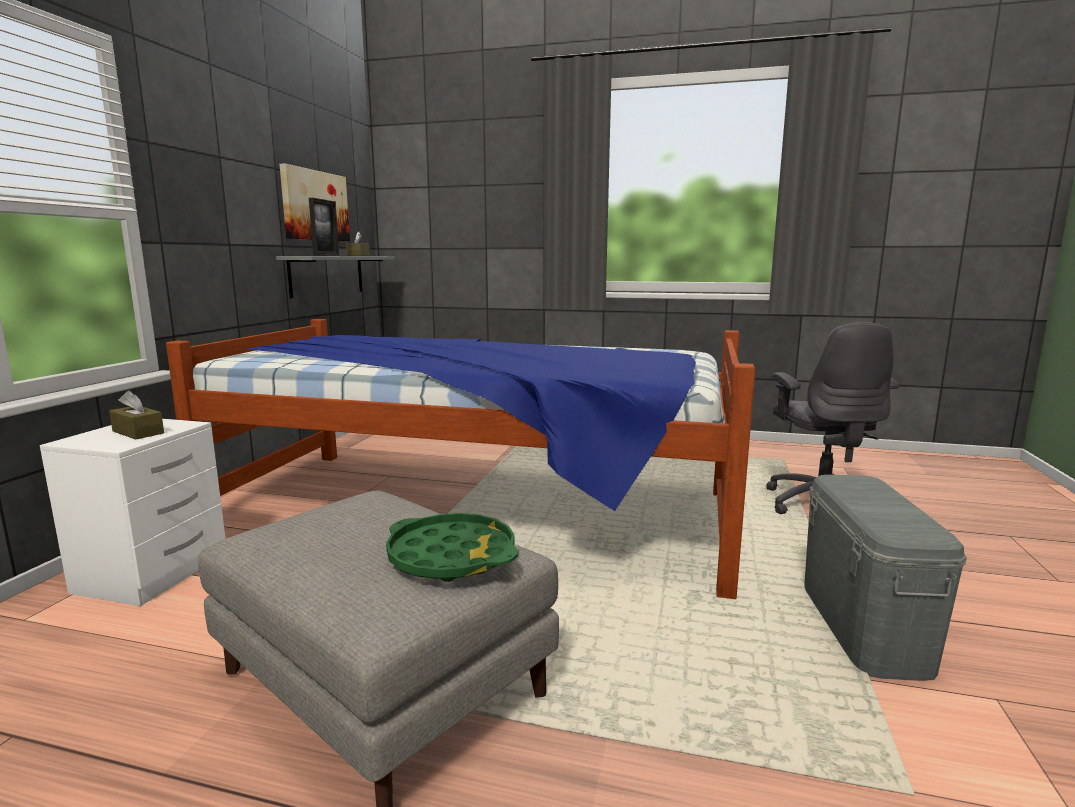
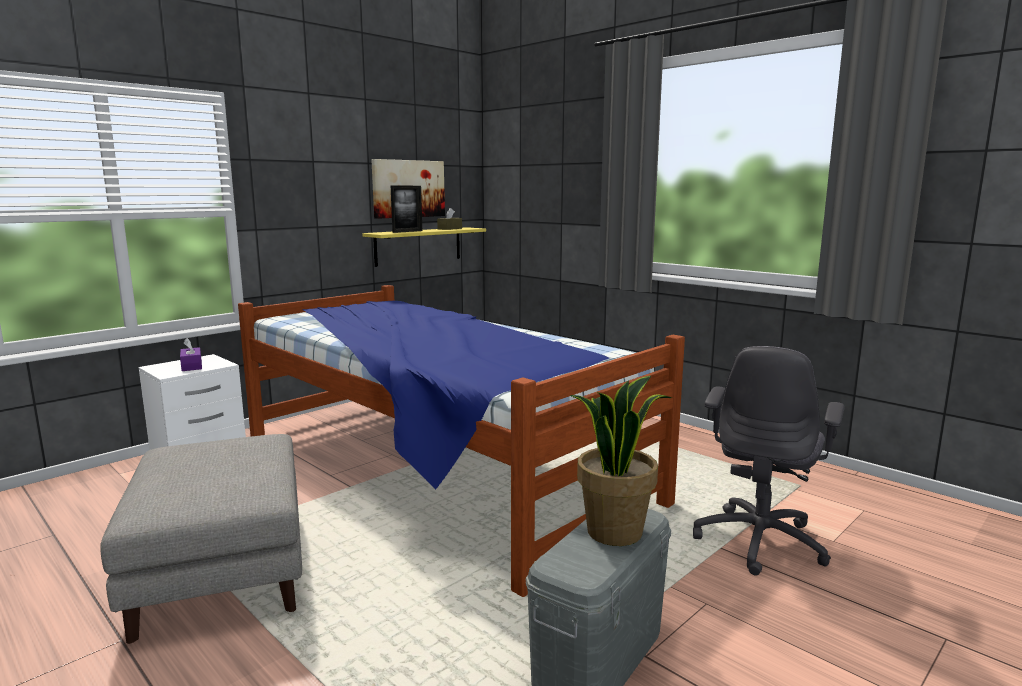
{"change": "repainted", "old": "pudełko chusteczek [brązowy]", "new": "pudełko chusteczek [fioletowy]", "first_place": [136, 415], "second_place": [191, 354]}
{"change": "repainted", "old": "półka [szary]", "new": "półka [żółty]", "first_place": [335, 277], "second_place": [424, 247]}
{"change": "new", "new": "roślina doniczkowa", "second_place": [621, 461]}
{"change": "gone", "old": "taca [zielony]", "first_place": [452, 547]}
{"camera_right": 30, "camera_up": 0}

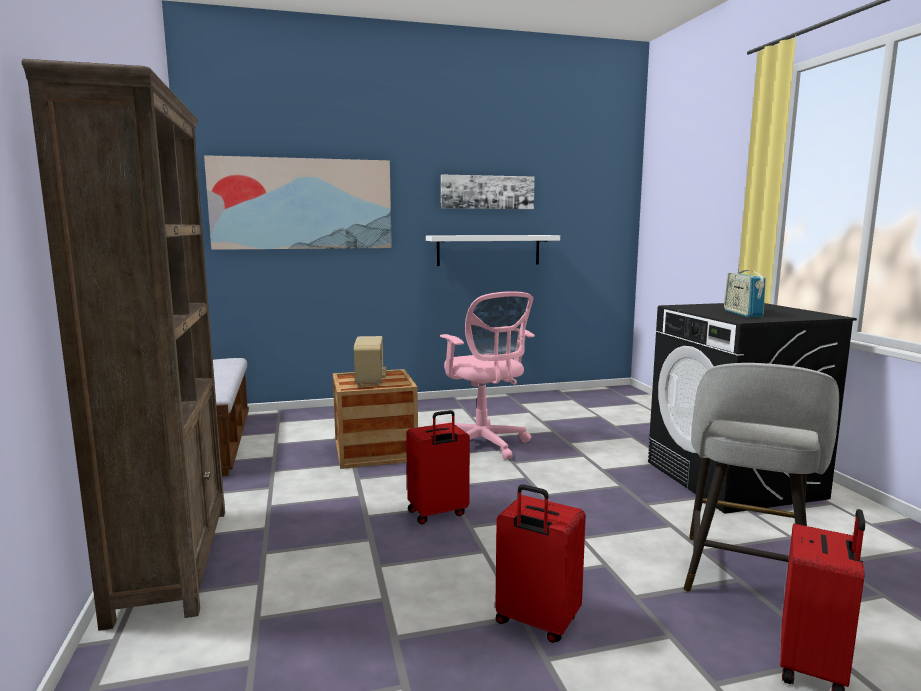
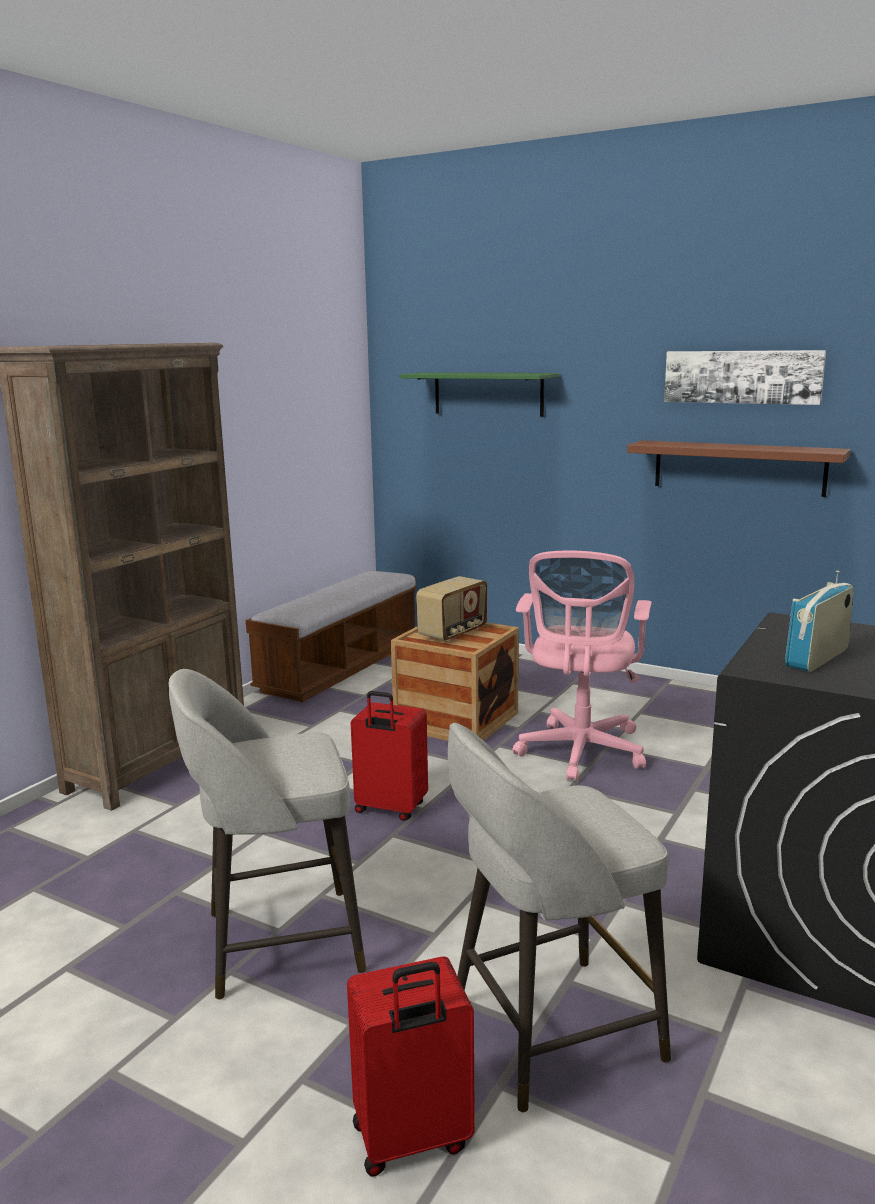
{"change": "swapped", "old": "walizka [czerwony]", "new": "stołek [szary]", "first_place": [540, 563], "second_place": [267, 834]}
{"change": "swapped", "old": "obraz", "new": "półka [zielony]", "first_place": [298, 202], "second_place": [479, 394]}
{"change": "repainted", "old": "półka [biały]", "new": "półka [brązowy]", "first_place": [493, 250], "second_place": [739, 468]}
{"camera_right": 45, "camera_up": 5}

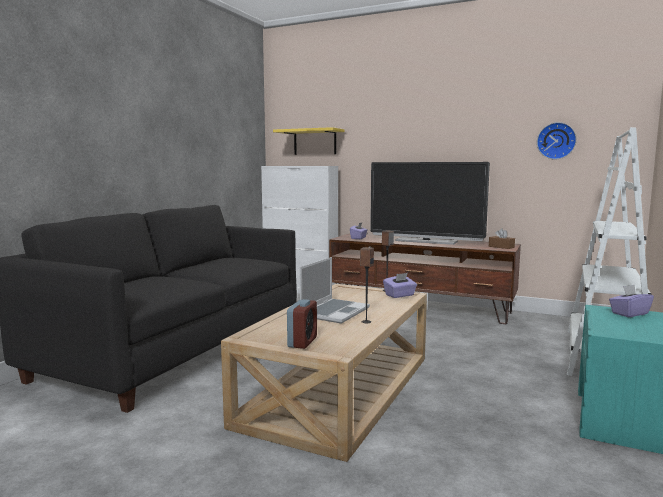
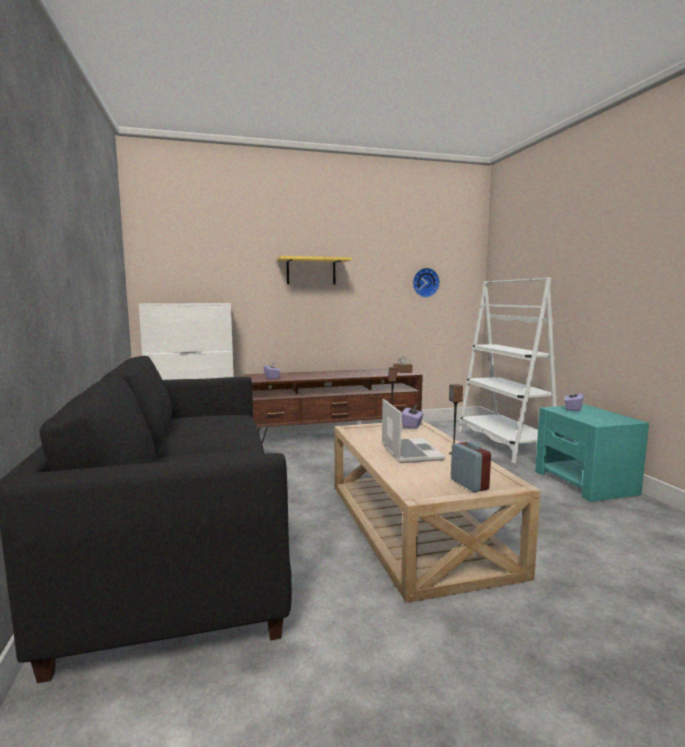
{"change": "shifted", "old": "półka [żółty]", "first_place": [309, 141], "second_place": [314, 270]}
{"change": "gone", "old": "telewizor", "first_place": [430, 203]}
{"camera_right": -40, "camera_up": 0}

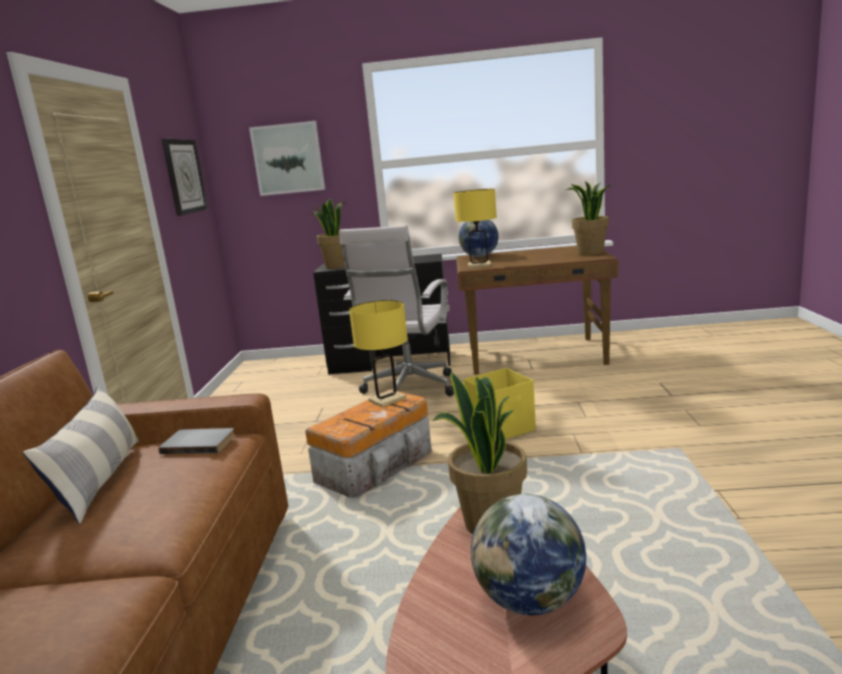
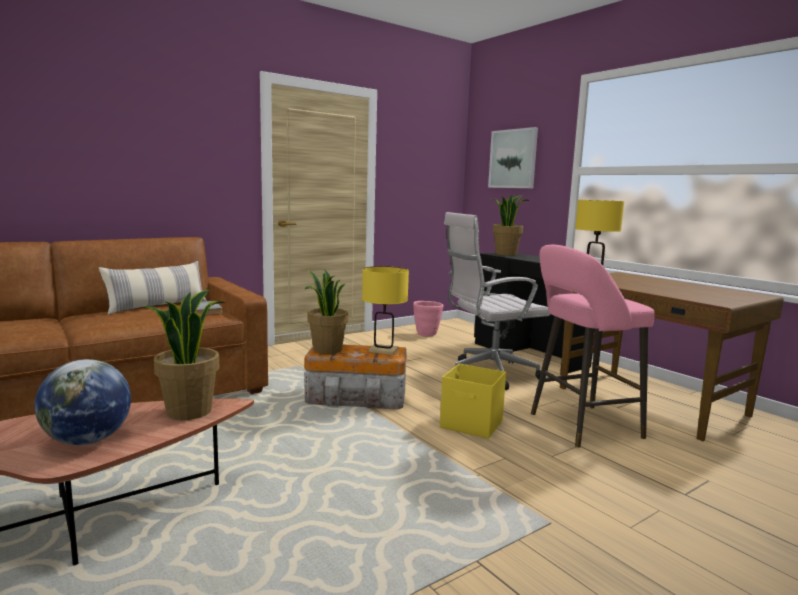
{"change": "shifted", "old": "roślina doniczkowa", "first_place": [589, 218], "second_place": [326, 311]}
{"change": "new", "new": "donica [różowy]", "second_place": [428, 319]}
{"change": "new", "new": "stołek [różowy]", "second_place": [593, 346]}
{"change": "gone", "old": "zegar ścienny", "first_place": [184, 177]}
{"change": "gone", "old": "globus", "first_place": [479, 238]}
{"camera_right": 50, "camera_up": -5}

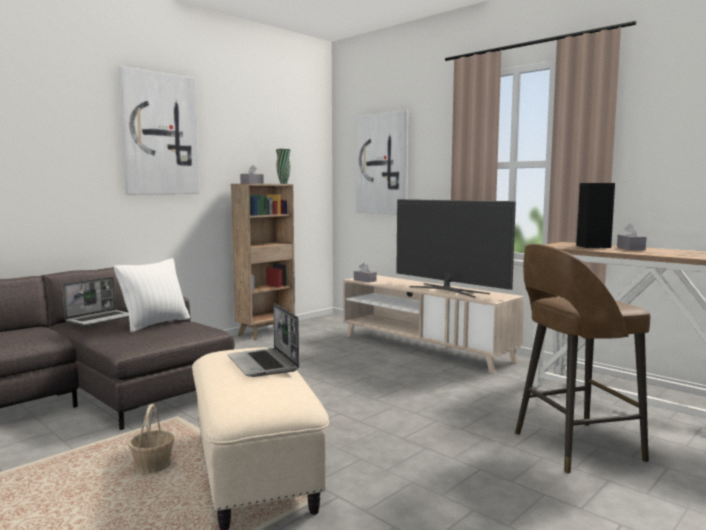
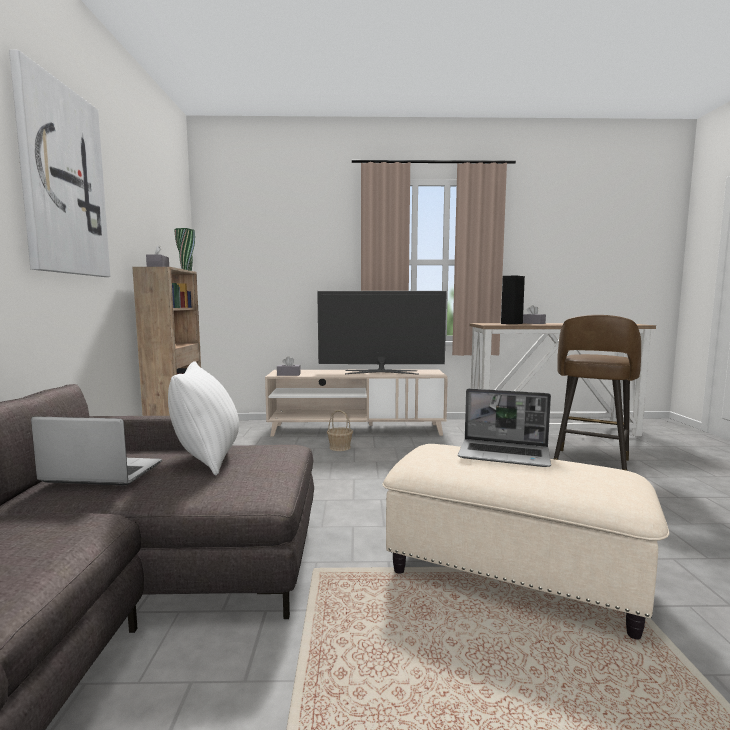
{"change": "rotated", "old": "laptop", "first_place": [95, 301], "second_place": [96, 450], "degrees": -75}
{"change": "shifted", "old": "koszyk", "first_place": [151, 439], "second_place": [340, 430]}
{"change": "gone", "old": "obraz", "first_place": [382, 162]}
{"camera_right": -45, "camera_up": 0}

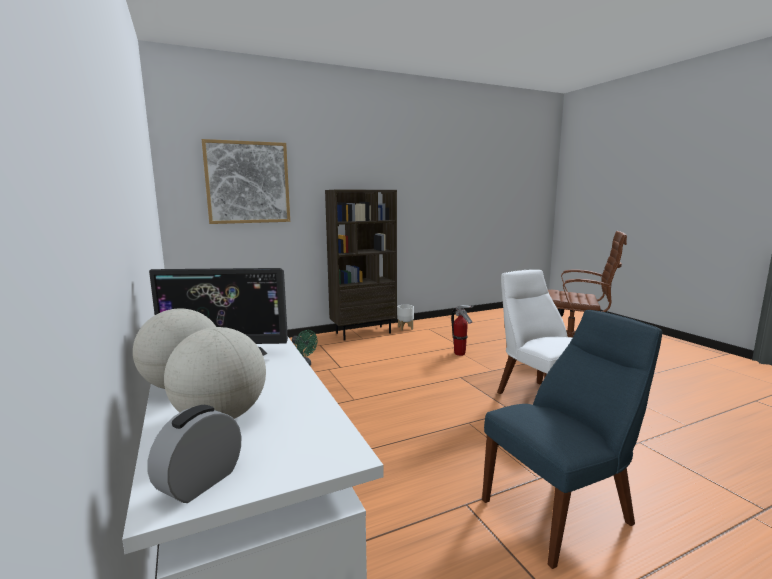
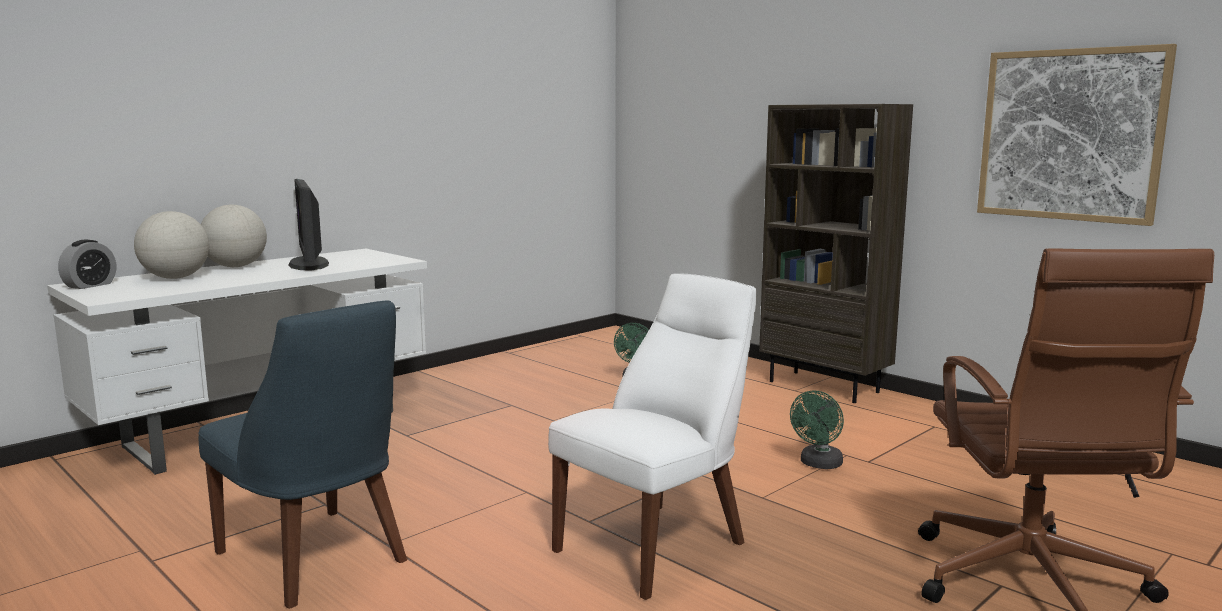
{"change": "rotated", "old": "budzik", "first_place": [194, 454], "second_place": [87, 264], "degrees": 105}
{"change": "swapped", "old": "gaśnica", "new": "wentylator [zielony]", "first_place": [462, 330], "second_place": [817, 429]}
{"change": "shifted", "old": "obraz", "first_place": [246, 181], "second_place": [1077, 135]}
{"change": "gone", "old": "donica [biały]", "first_place": [405, 317]}
{"camera_right": 70, "camera_up": 0}

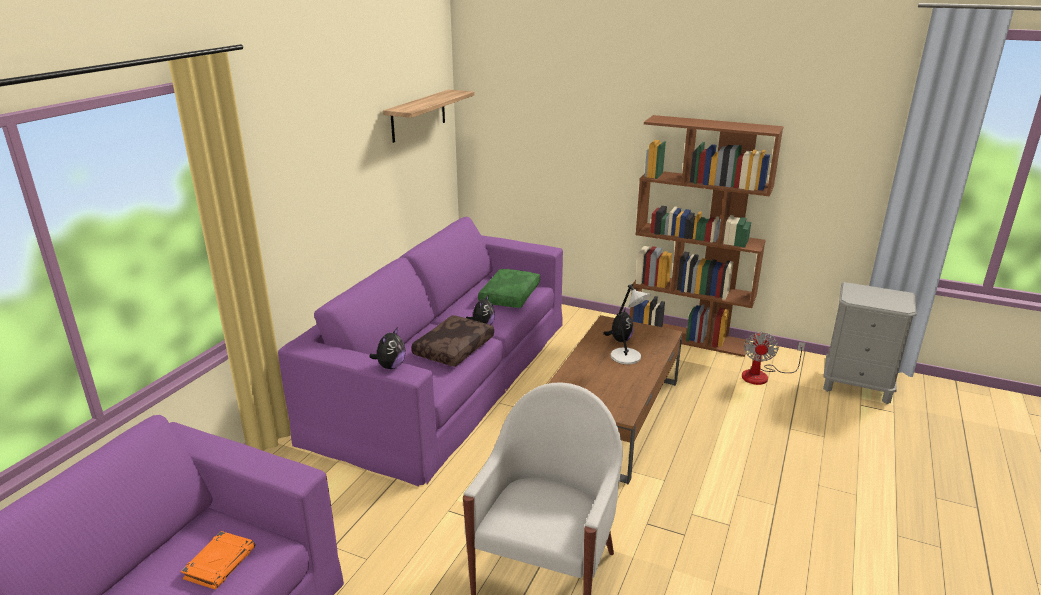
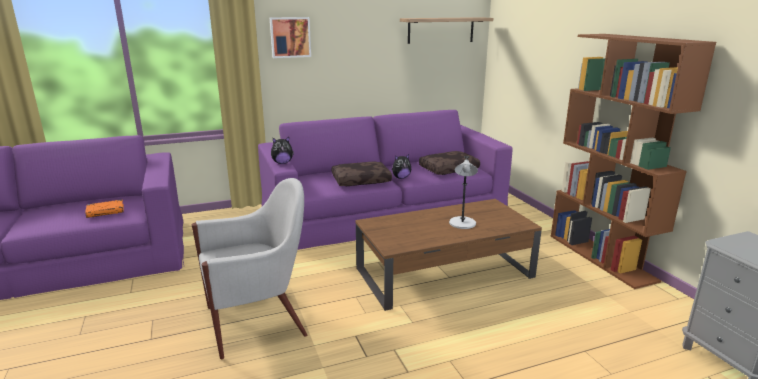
{"change": "new", "new": "obraz", "second_place": [290, 37]}
{"change": "repainted", "old": "poduszka [zielony]", "new": "poduszka [brązowy]", "first_place": [509, 288], "second_place": [449, 163]}
{"change": "gone", "old": "pluszak", "first_place": [618, 324]}
{"change": "gone", "old": "wentylator", "first_place": [774, 358]}
{"camera_right": 45, "camera_up": -5}

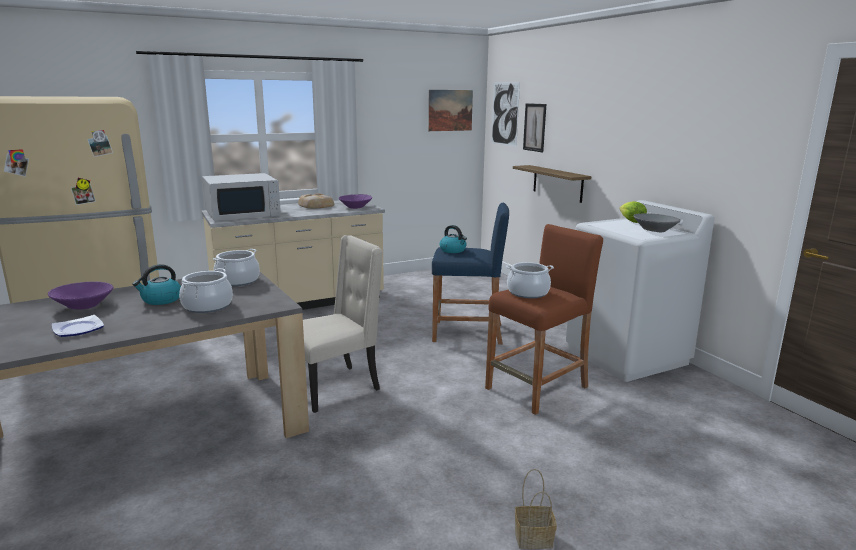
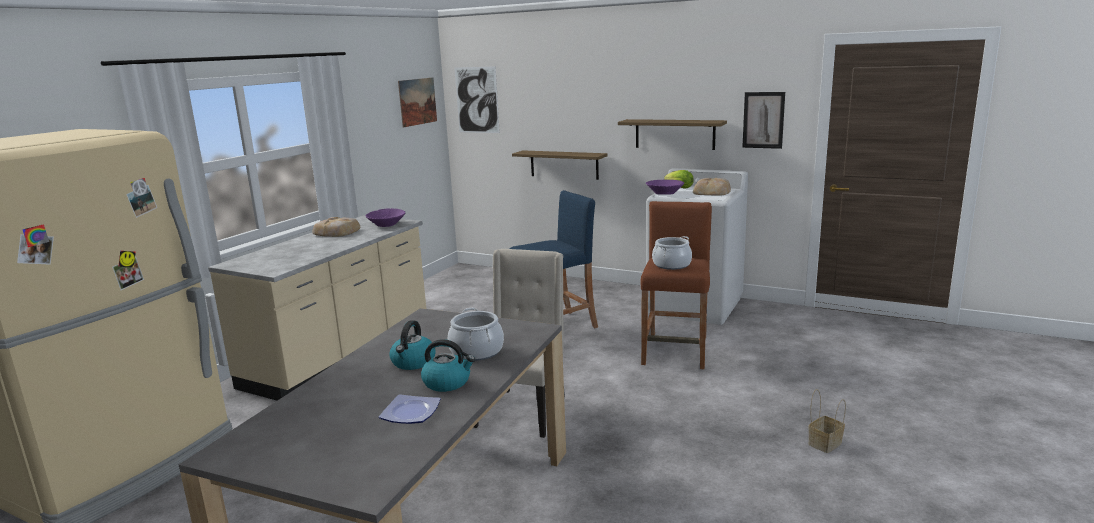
{"change": "shifted", "old": "czajnik", "first_place": [453, 239], "second_place": [448, 365]}
{"change": "new", "new": "półka", "second_place": [672, 134]}
{"change": "shifted", "old": "miska [fioletowy]", "first_place": [80, 296], "second_place": [665, 187]}
{"change": "swapped", "old": "miska [szary]", "new": "chleb", "first_place": [656, 222], "second_place": [712, 187]}
{"change": "shifted", "old": "obraz", "first_place": [534, 127], "second_place": [763, 120]}
{"change": "gone", "old": "mikrofalówka [biały]", "first_place": [241, 197]}
{"change": "gone", "old": "garnek", "first_place": [236, 267]}
{"camera_right": -35, "camera_up": 0}

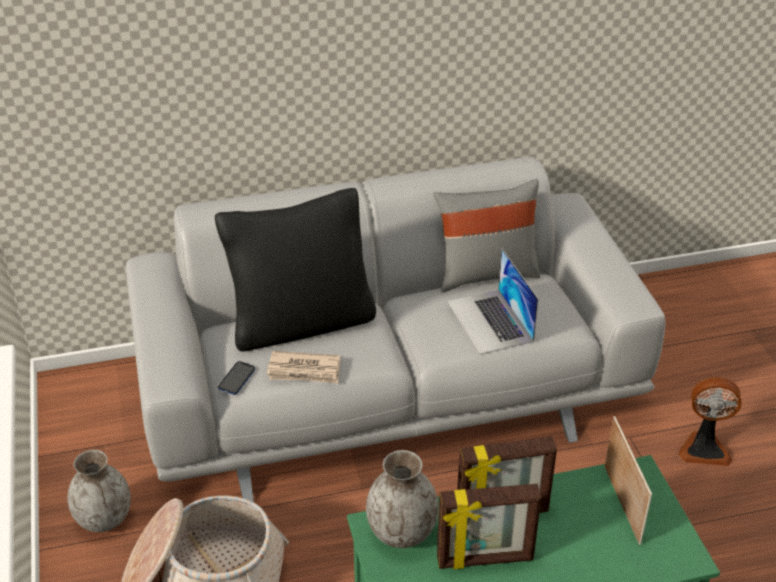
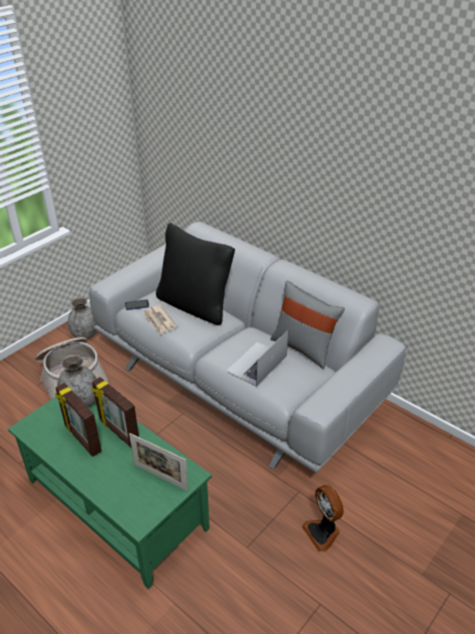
{"change": "rotated", "old": "ramka na zdjęcie", "first_place": [628, 480], "second_place": [158, 462], "degrees": 75}
{"camera_right": 55, "camera_up": 0}

